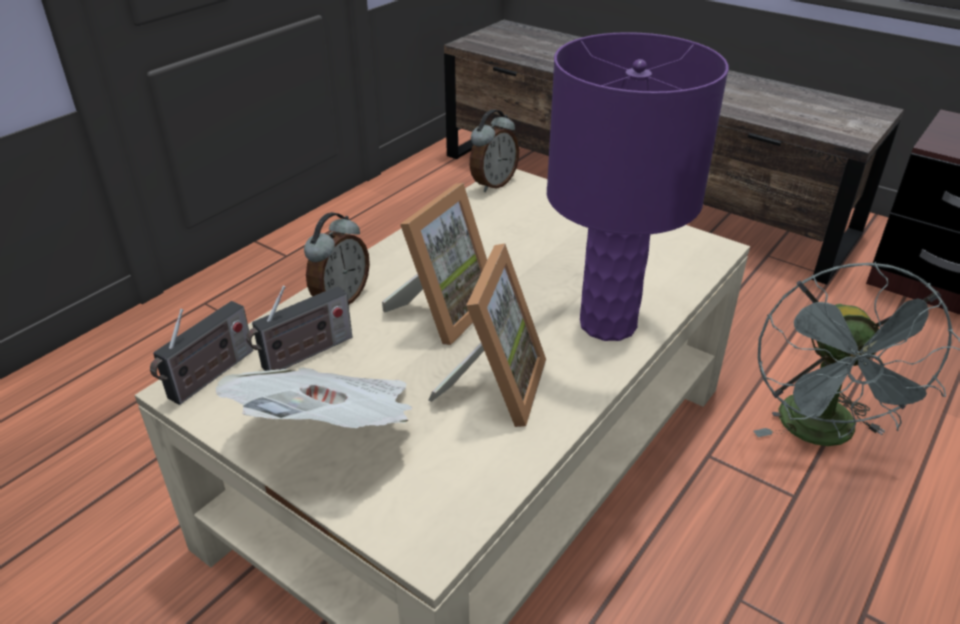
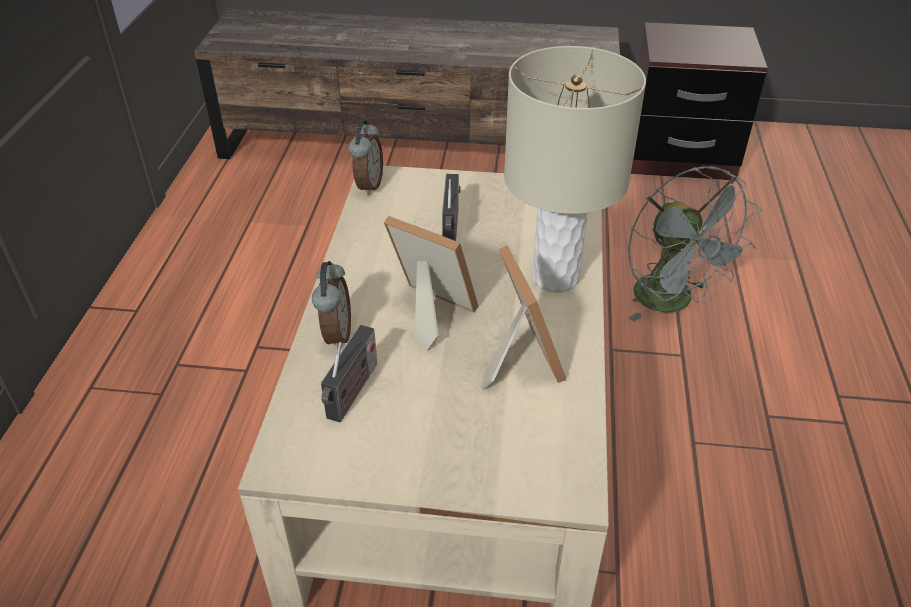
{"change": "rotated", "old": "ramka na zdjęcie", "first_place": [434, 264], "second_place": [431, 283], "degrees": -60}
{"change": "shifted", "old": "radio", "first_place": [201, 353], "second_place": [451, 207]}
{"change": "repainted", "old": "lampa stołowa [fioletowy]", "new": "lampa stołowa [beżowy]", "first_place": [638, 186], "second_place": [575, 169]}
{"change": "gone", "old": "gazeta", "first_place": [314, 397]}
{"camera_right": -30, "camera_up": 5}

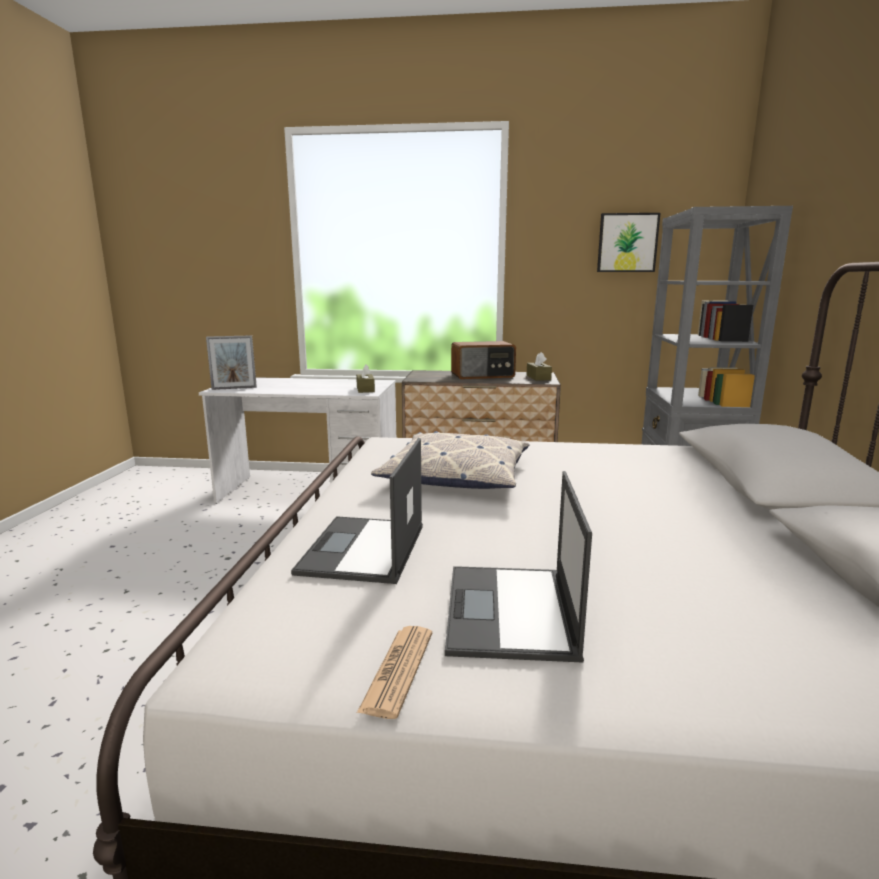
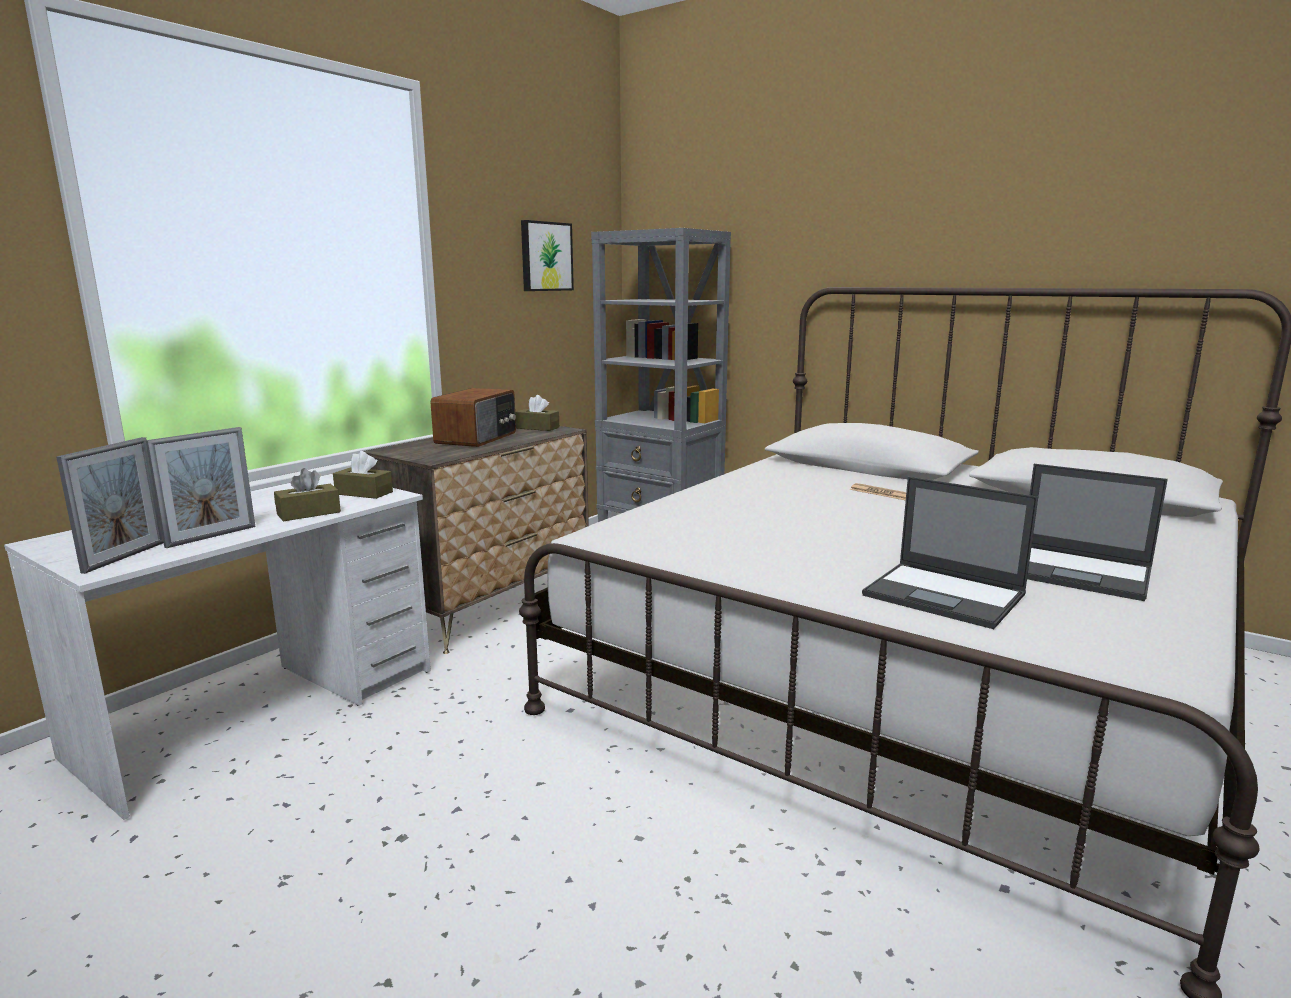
{"change": "new", "new": "ramka na zdjęcie", "second_place": [200, 487]}
{"change": "new", "new": "pudełko chusteczek [brązowy]", "second_place": [307, 494]}
{"change": "shifted", "old": "gazeta", "first_place": [394, 672], "second_place": [878, 492]}
{"change": "gone", "old": "poduszka", "first_place": [450, 460]}
{"camera_right": -60, "camera_up": 0}

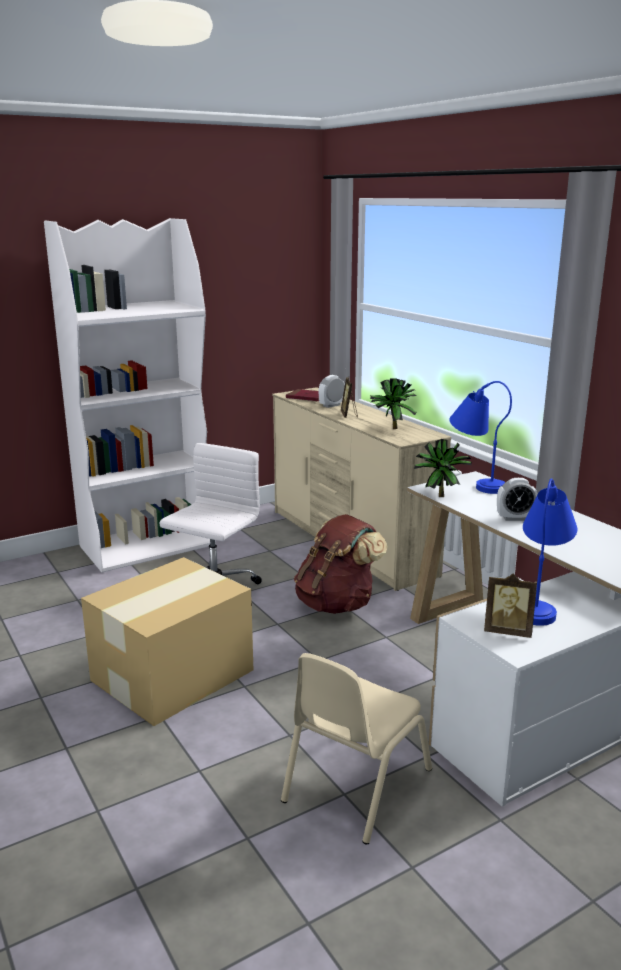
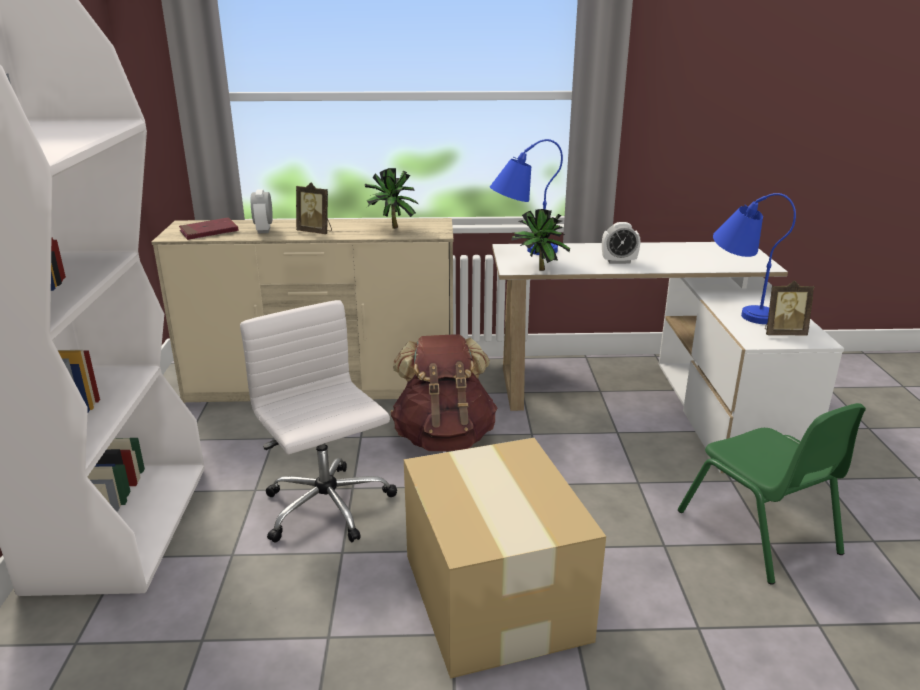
{"change": "rotated", "old": "budzik", "first_place": [517, 499], "second_place": [621, 243], "degrees": 60}
{"change": "repainted", "old": "krzesło [beżowy]", "new": "krzesło [zielony]", "first_place": [356, 748], "second_place": [772, 494]}
{"change": "rotated", "old": "ramka na zdjęcie", "first_place": [510, 605], "second_place": [790, 308], "degrees": 45}
{"camera_right": -60, "camera_up": 5}

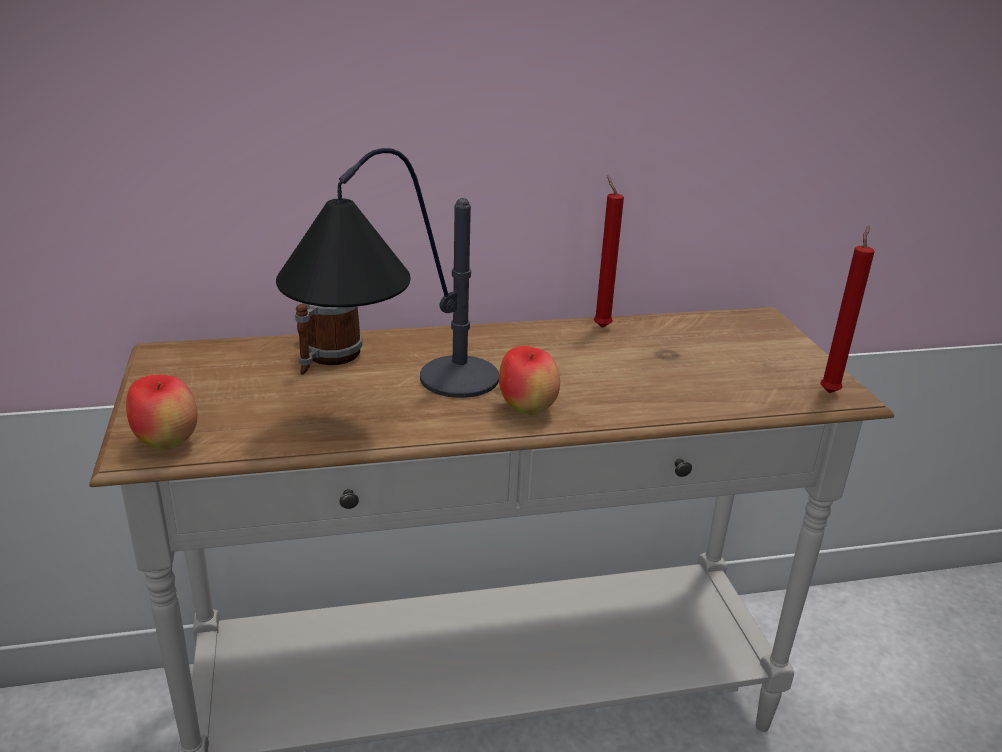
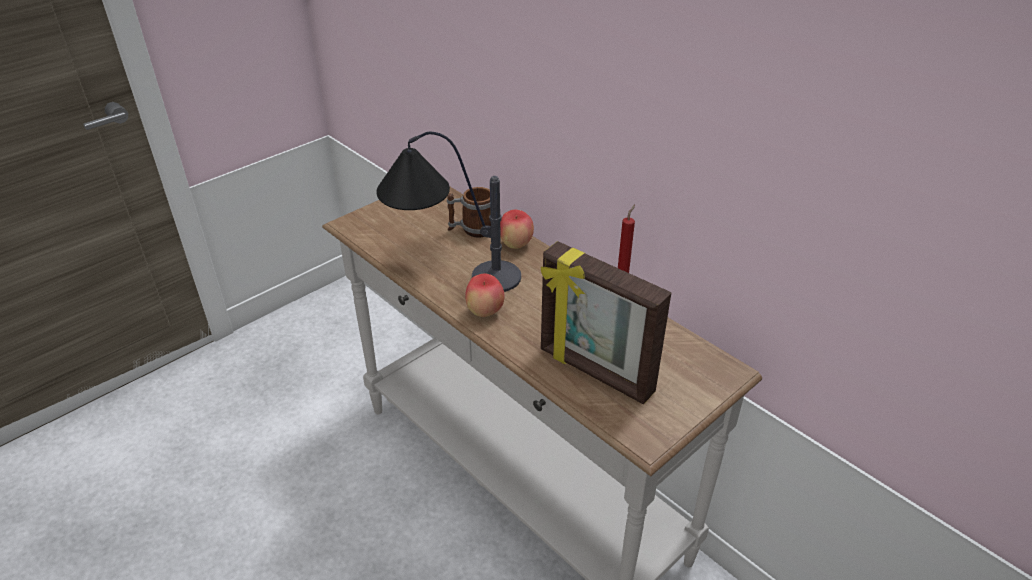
{"change": "shifted", "old": "jabłko", "first_place": [162, 412], "second_place": [517, 229]}
{"change": "new", "new": "ramka na zdjęcie", "second_place": [606, 322]}
{"change": "gone", "old": "świeca [czerwony]", "first_place": [847, 309]}
{"camera_right": 60, "camera_up": 10}

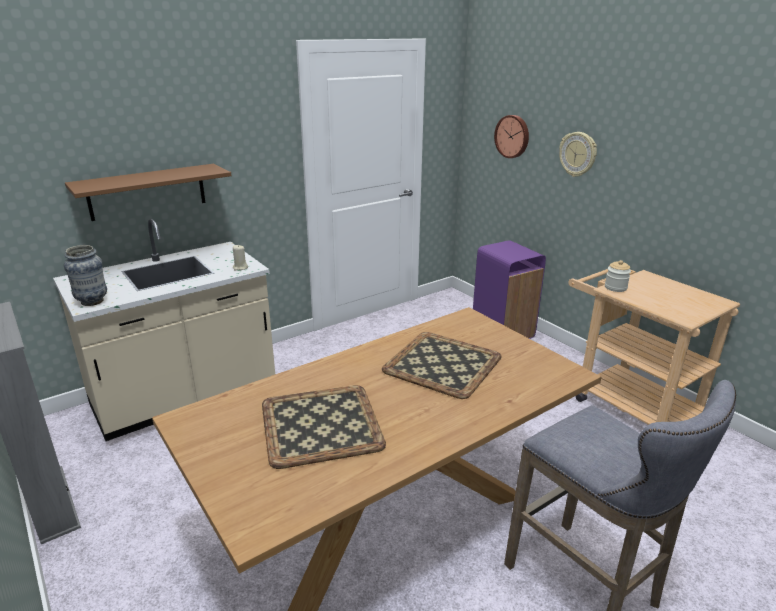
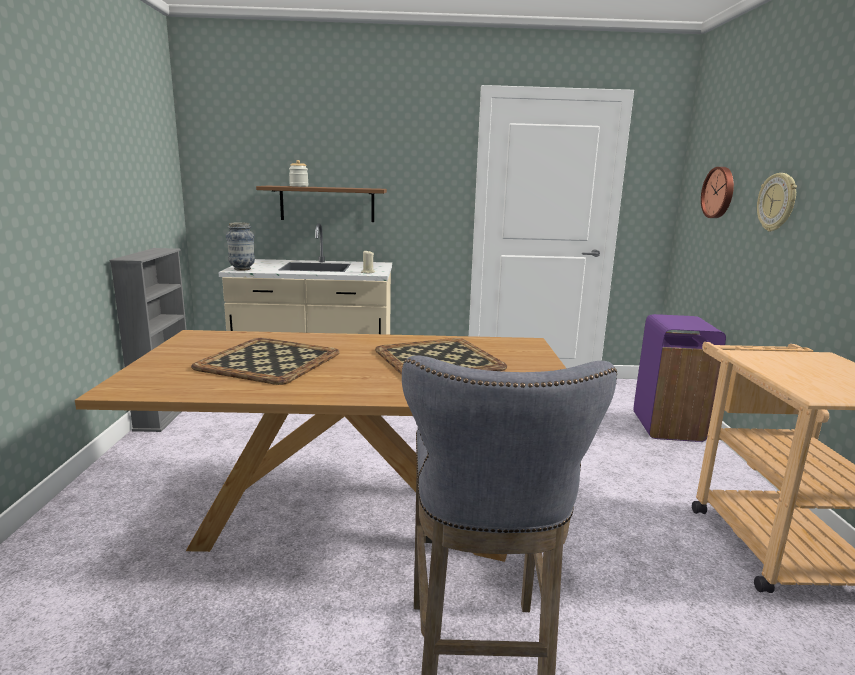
{"change": "shifted", "old": "słoik", "first_place": [618, 276], "second_place": [299, 173]}
{"camera_right": 35, "camera_up": -10}

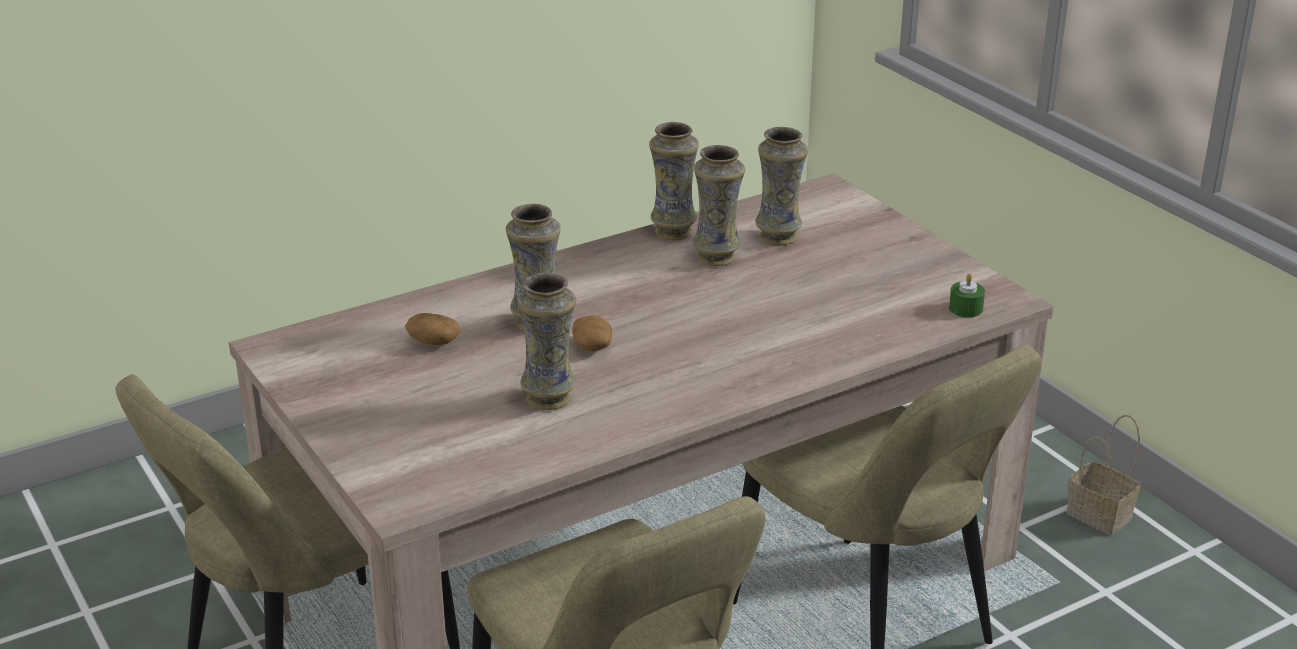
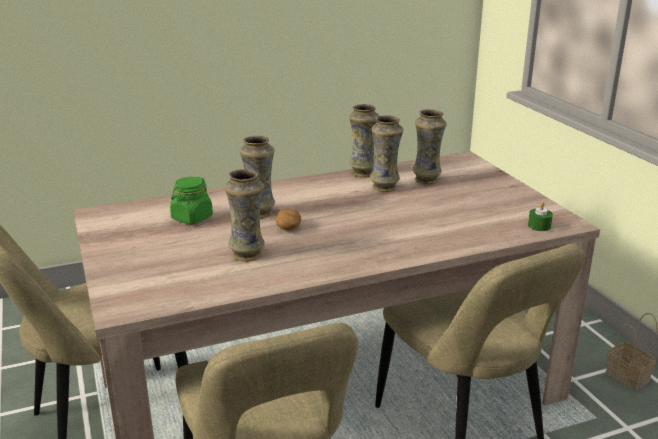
{"change": "swapped", "old": "ziemniak", "new": "słoik [zielony]", "first_place": [432, 329], "second_place": [191, 200]}
{"camera_right": 10, "camera_up": -5}

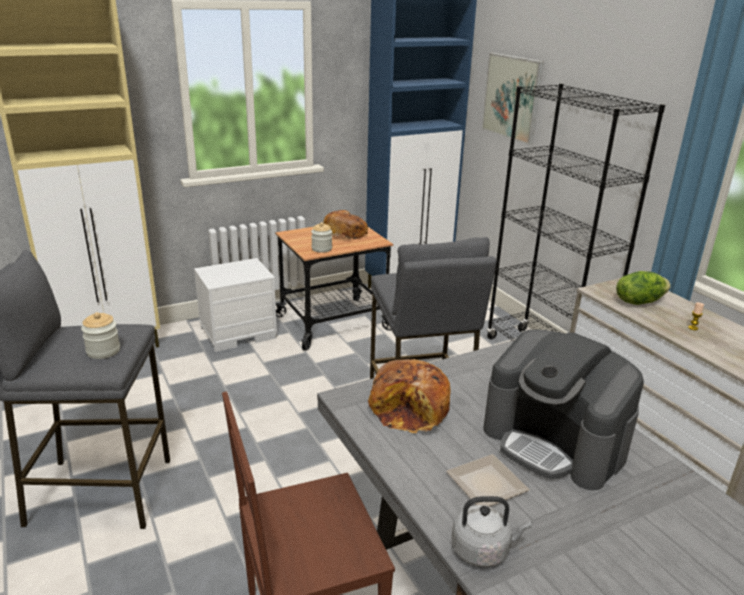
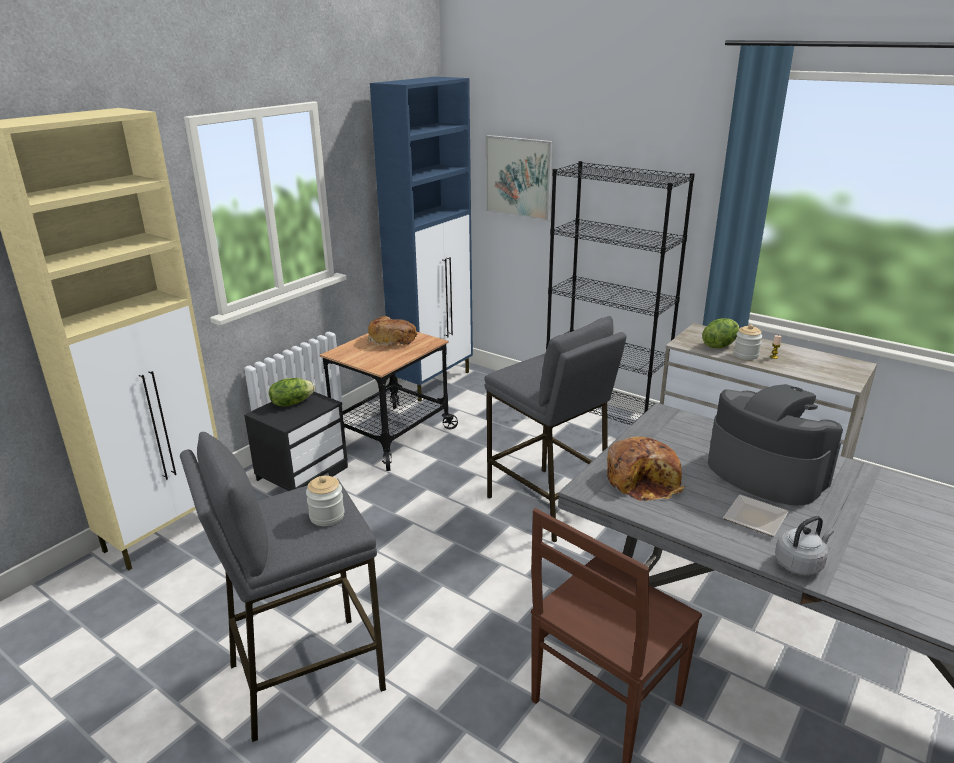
{"change": "repainted", "old": "szafka nocna [biały]", "new": "szafka nocna [czarny]", "first_place": [235, 305], "second_place": [296, 441]}
{"change": "new", "new": "sałata", "second_place": [292, 392]}
{"change": "rotated", "old": "ekspres do kawy", "first_place": [563, 409], "second_place": [775, 444], "degrees": -150}
{"change": "shifted", "old": "słoik", "first_place": [321, 237], "second_place": [748, 342]}
{"camera_right": -25, "camera_up": 0}

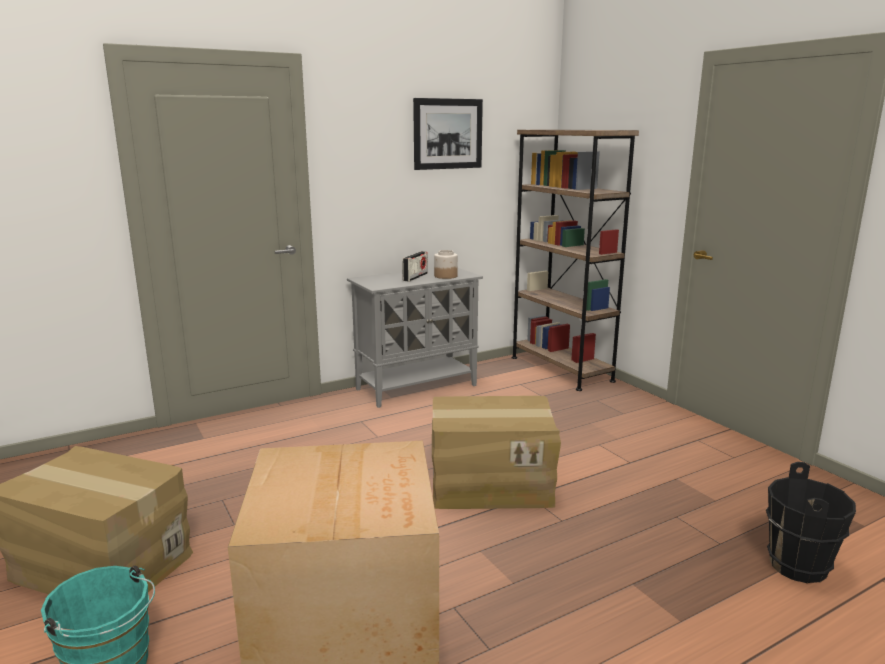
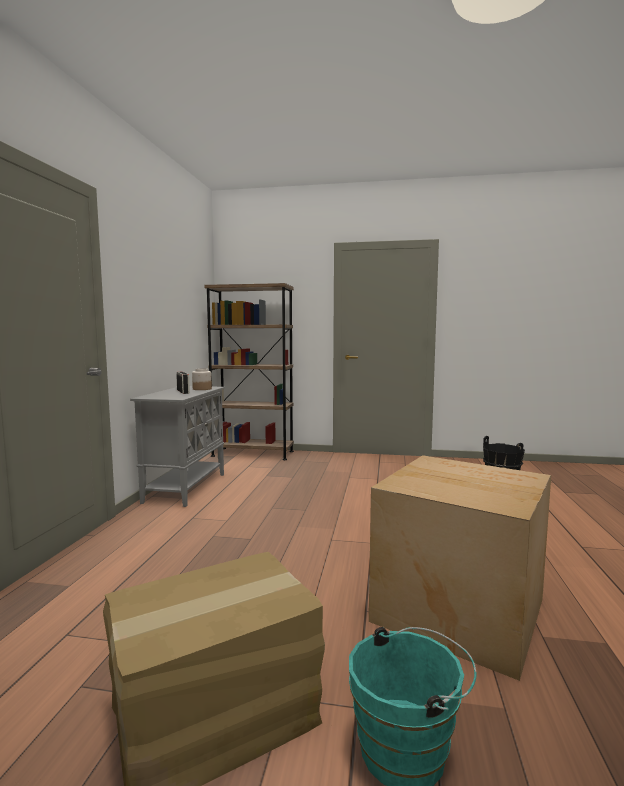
{"change": "gone", "old": "obraz", "first_place": [448, 134]}
{"change": "gone", "old": "karton", "first_place": [496, 452]}
{"camera_right": -50, "camera_up": -10}

